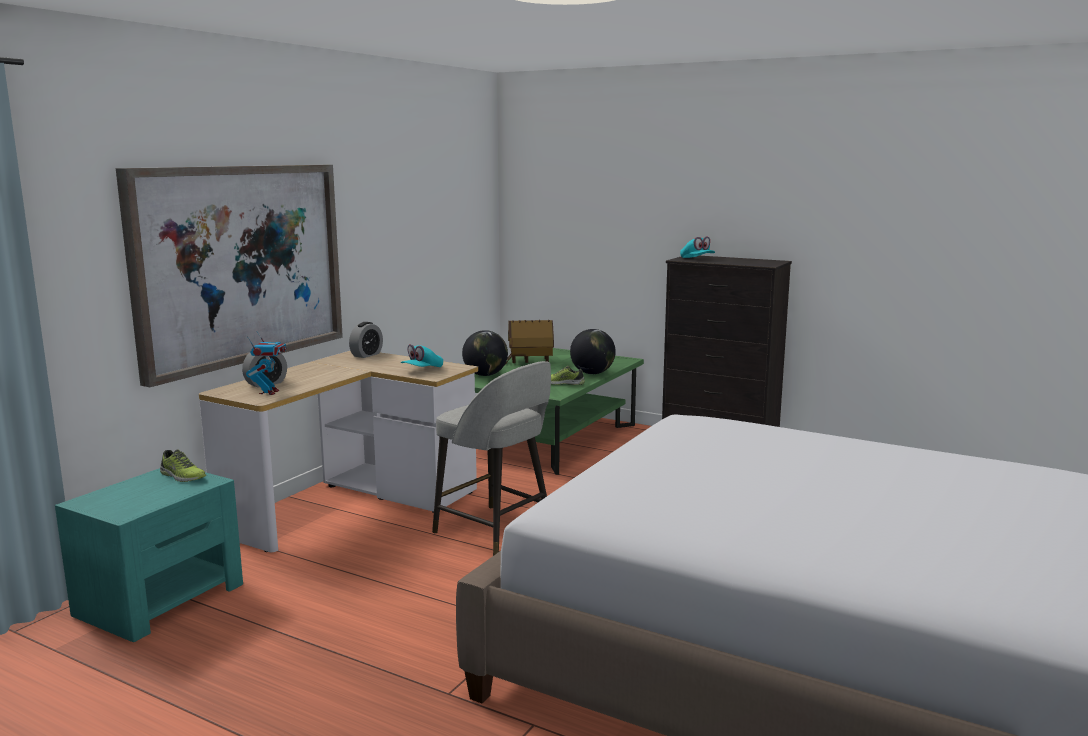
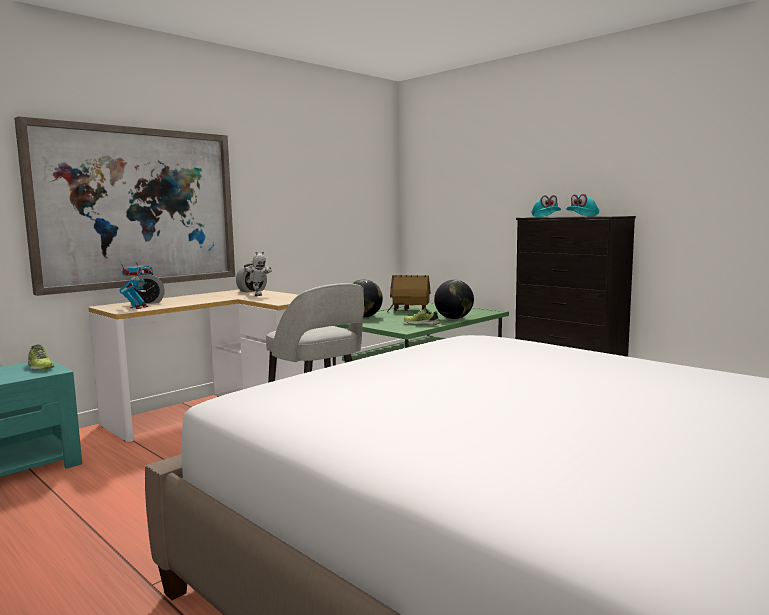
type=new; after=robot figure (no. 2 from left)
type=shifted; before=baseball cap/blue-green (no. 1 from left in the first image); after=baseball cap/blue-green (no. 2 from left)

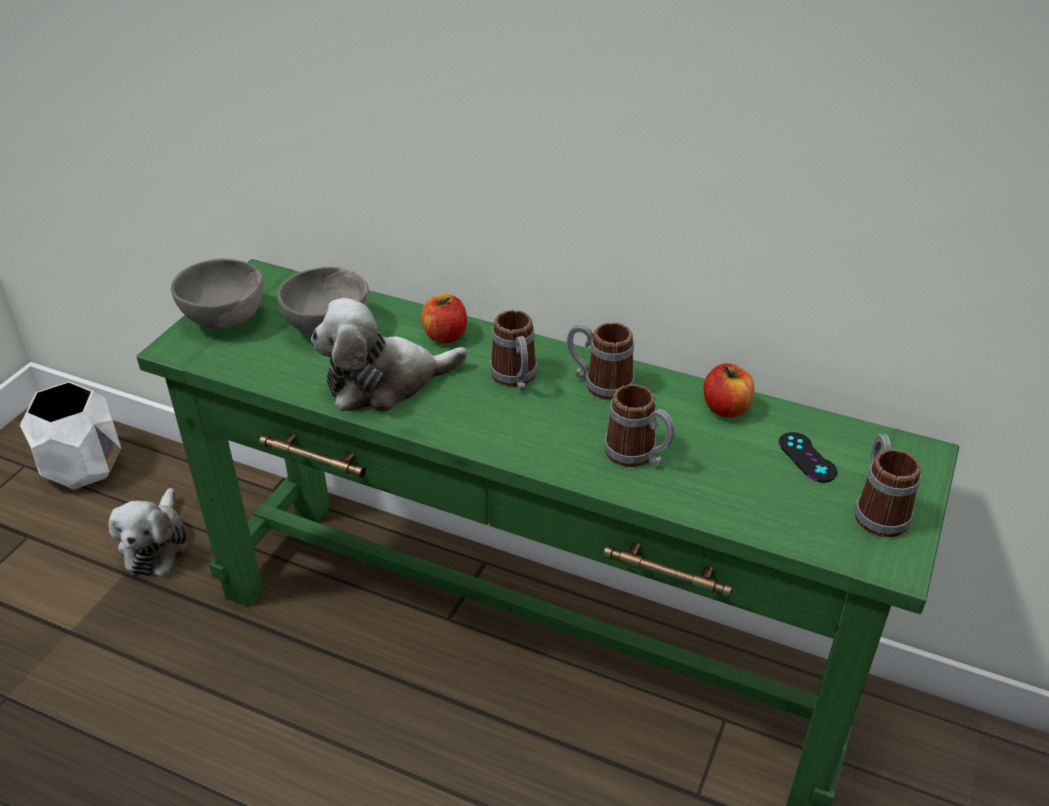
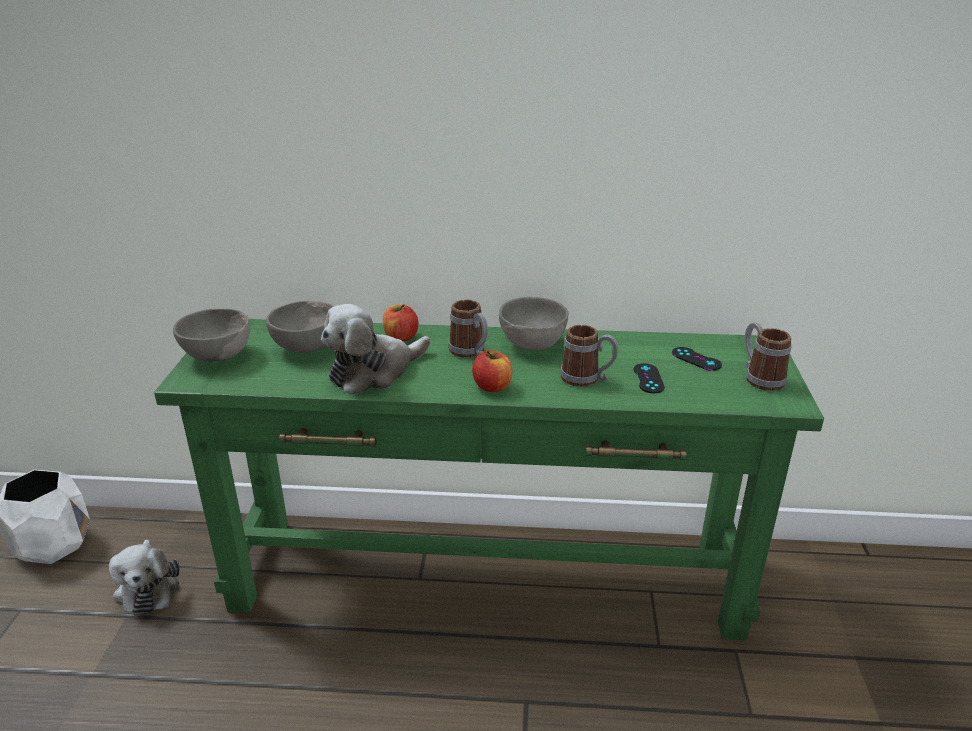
type=new; after=game controller/black (no. 1 from left)
type=shifted; before=whole apple (no. 2 from left)
type=swapped; before=coffee mug (no. 2 from left); after=deep dish/grey (no. 3 from left)

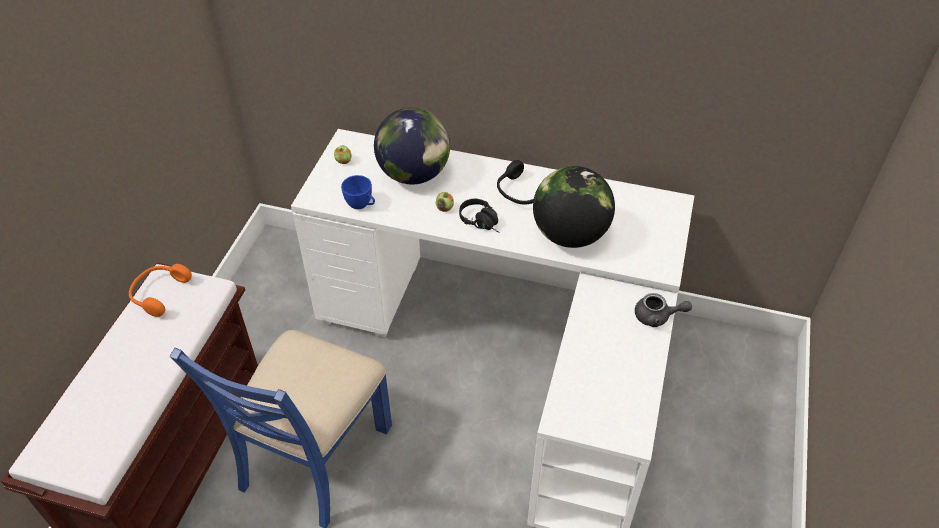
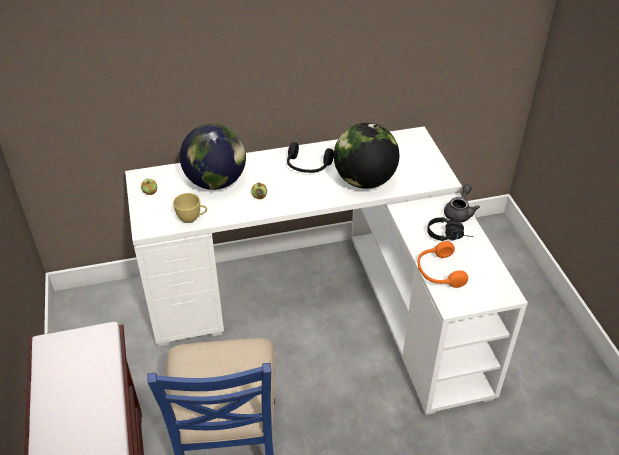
type=shifted; before=headset/orangey
type=shifted; before=headset/black (no. 1 from left in the first image); after=headset/black (no. 2 from left)
type=repainted; before=small cup/blue; after=small cup/yellow-coloured
type=rotated; before=pot for tea/grey; turn=-45

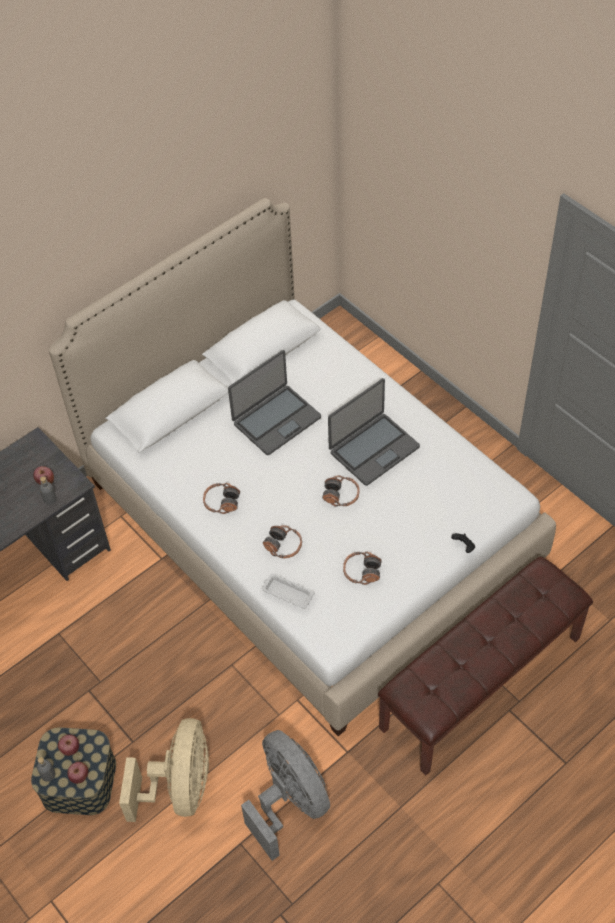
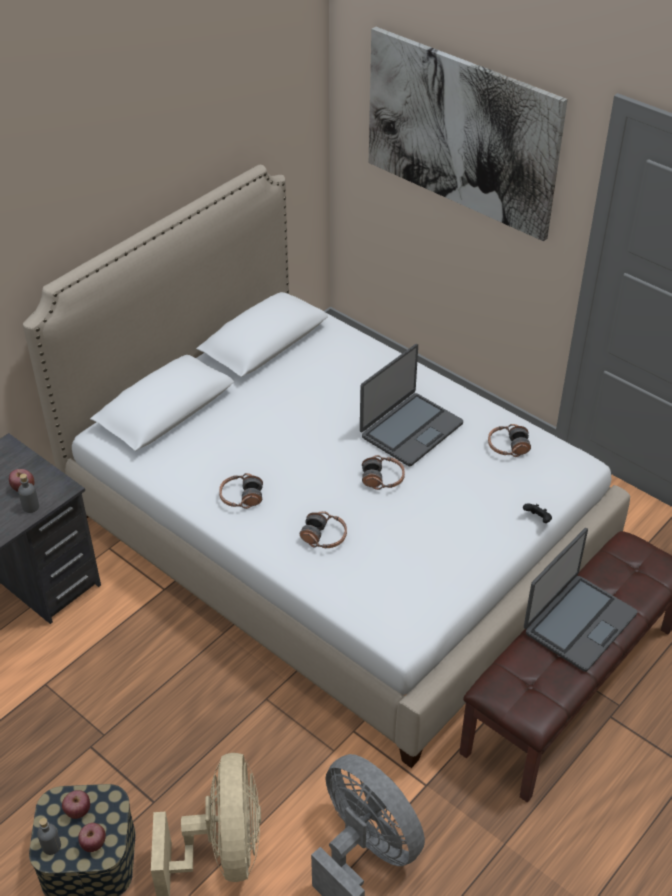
type=gone; before=carrying tray/whitish
type=new; after=picture
type=shifted; before=notebook computer (no. 1 from left in the first image); after=notebook computer (no. 2 from left)
type=shifted; before=headset (no. 4 from left)

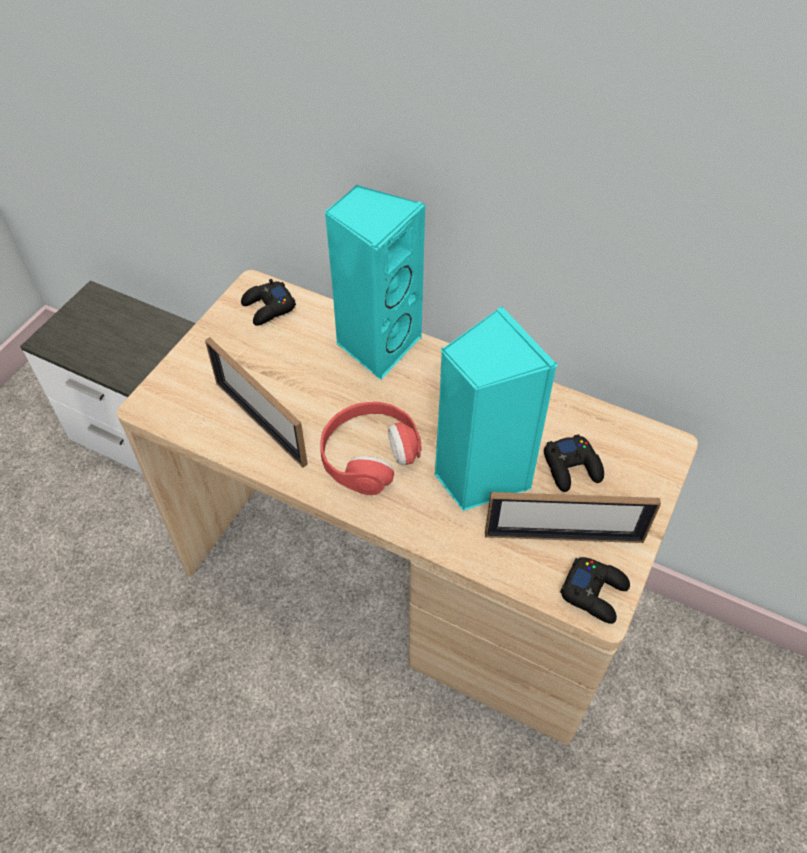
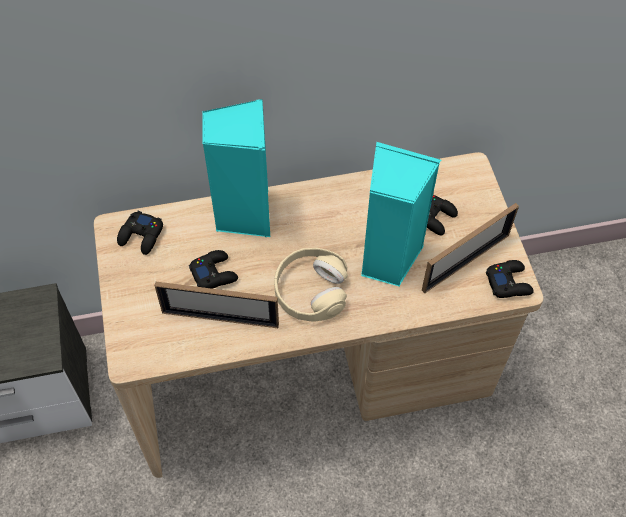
type=new; after=game controller/black (no. 2 from left)
type=repainted; before=headset/red; after=headset/sand-coloured

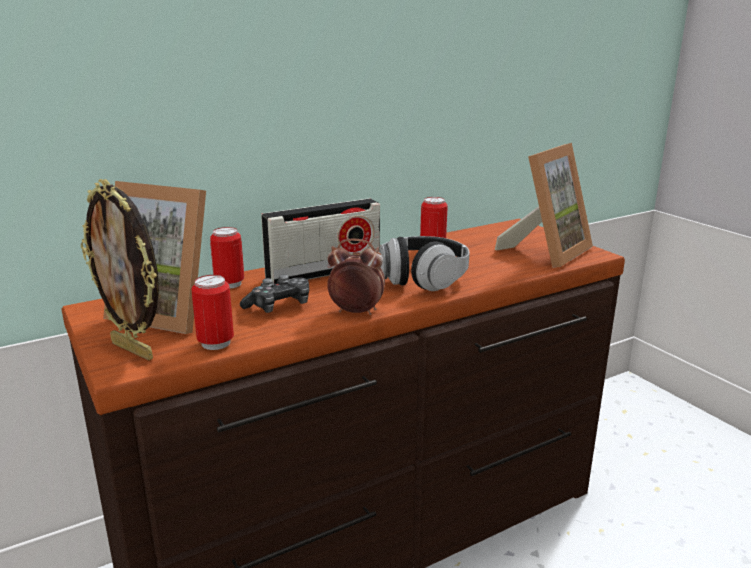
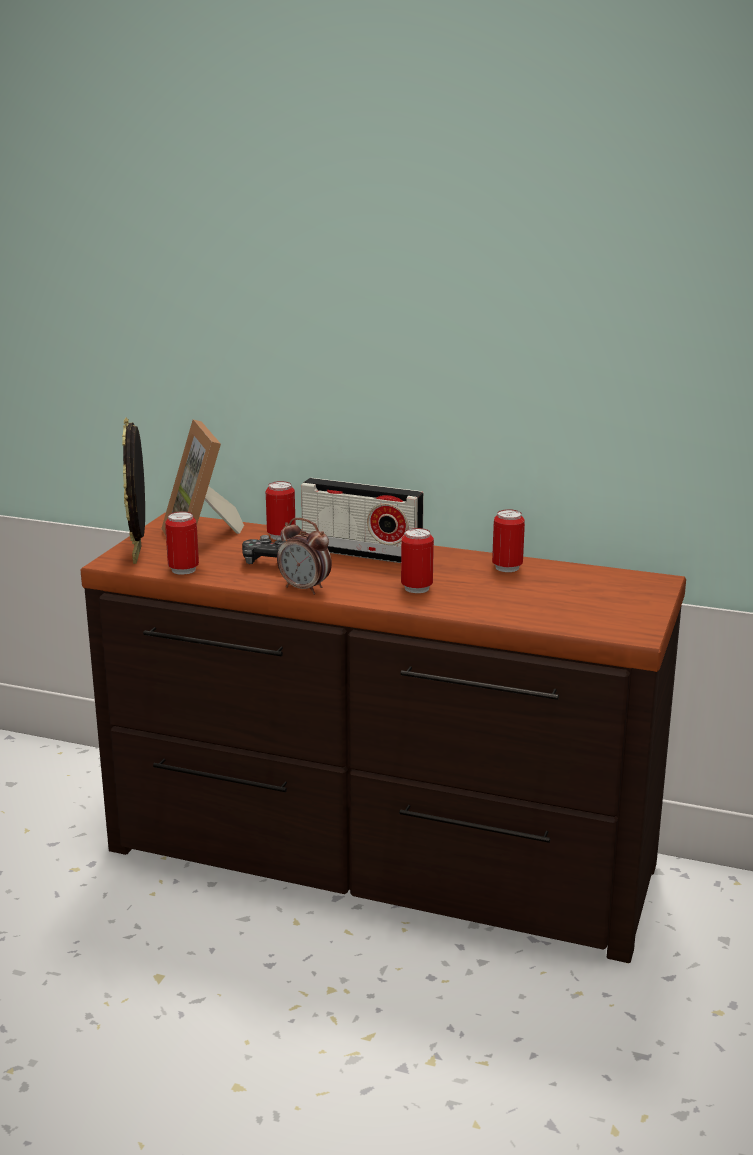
type=gone; before=photo frame (no. 3 from left)
type=swapped; before=headset; after=metal can (no. 3 from left)
type=rotated; before=alarm clock; turn=150

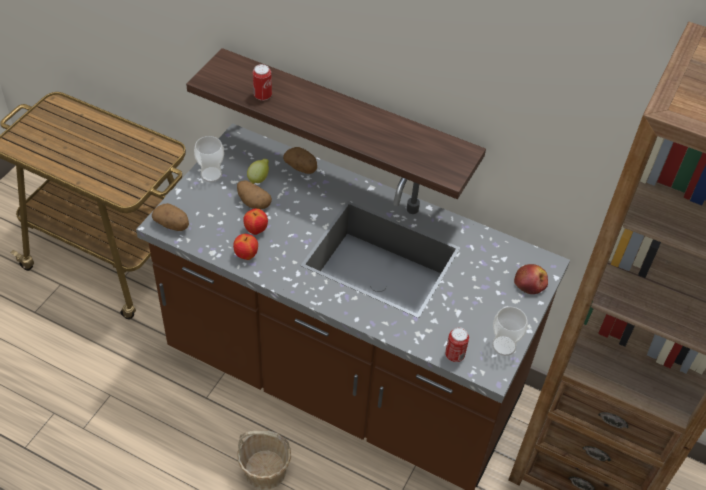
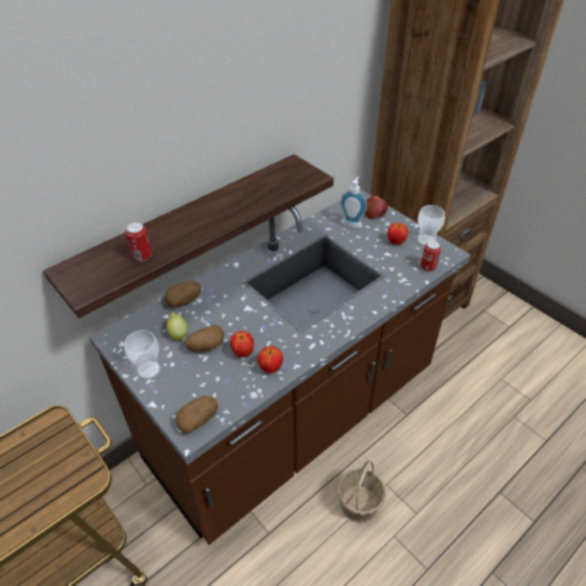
type=new; after=liquid soap bottle
type=new; after=whole apple (no. 4 from left)

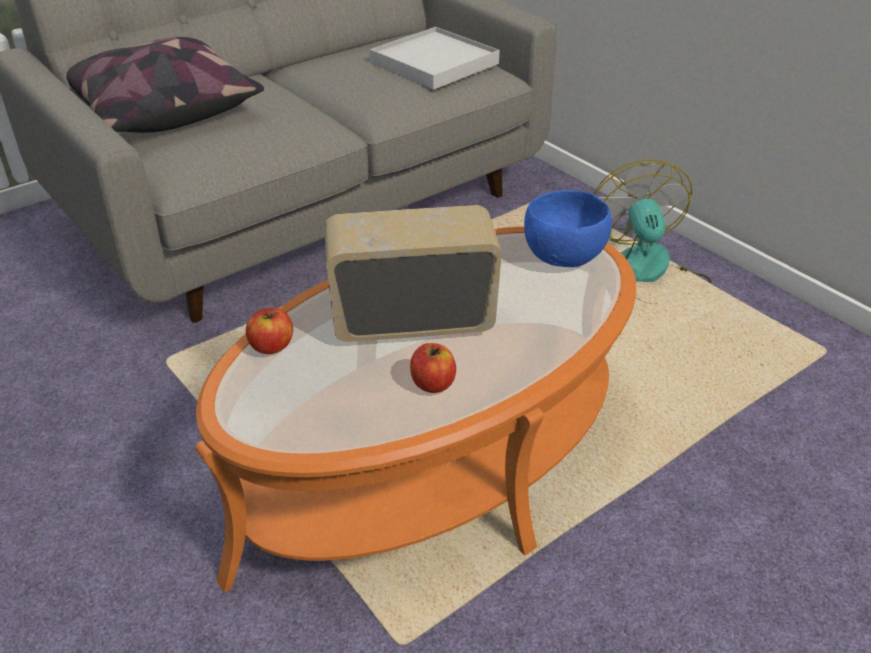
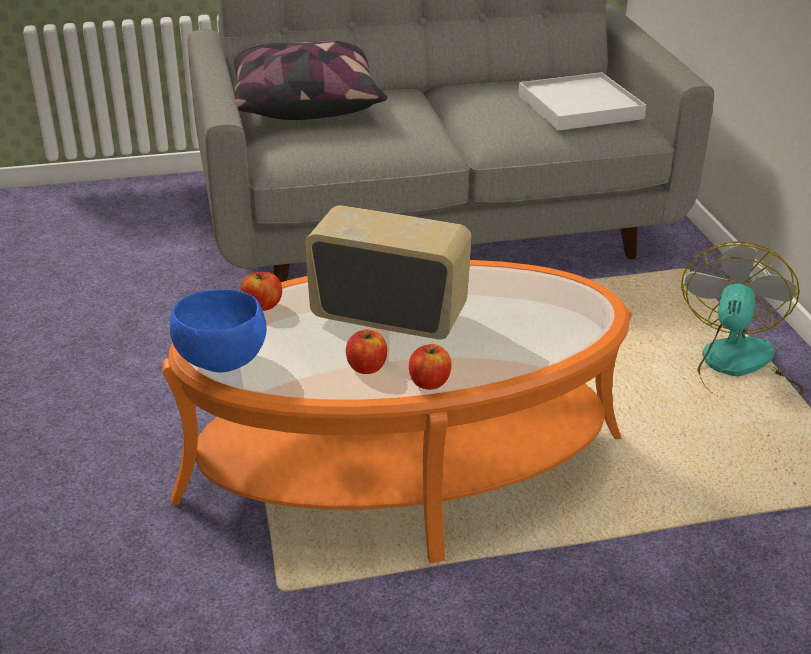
type=new; after=whole apple (no. 3 from left)
type=shifted; before=deep dish/blue

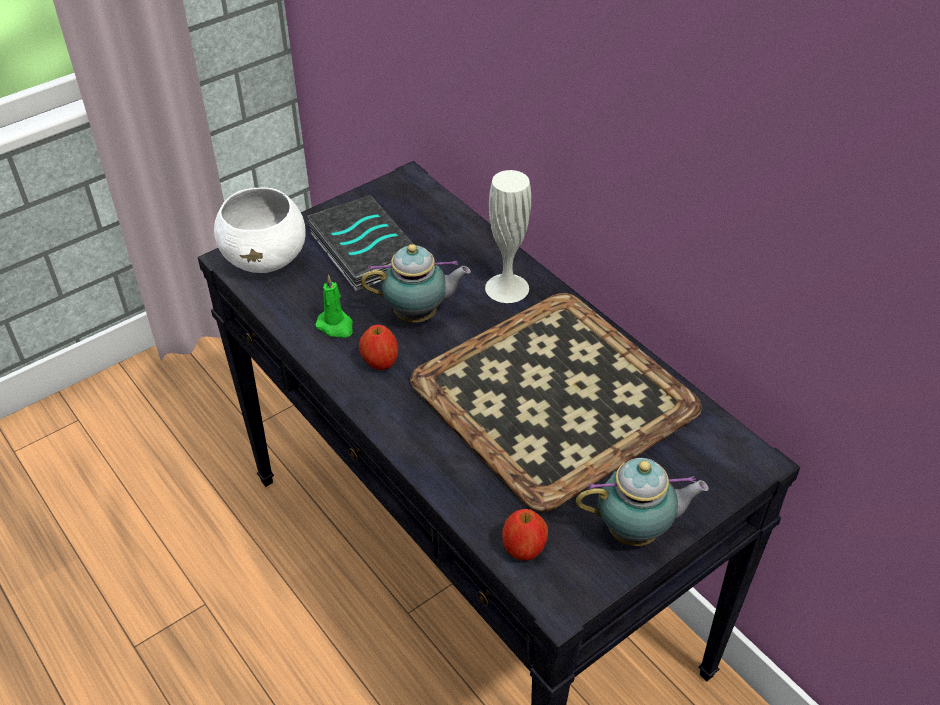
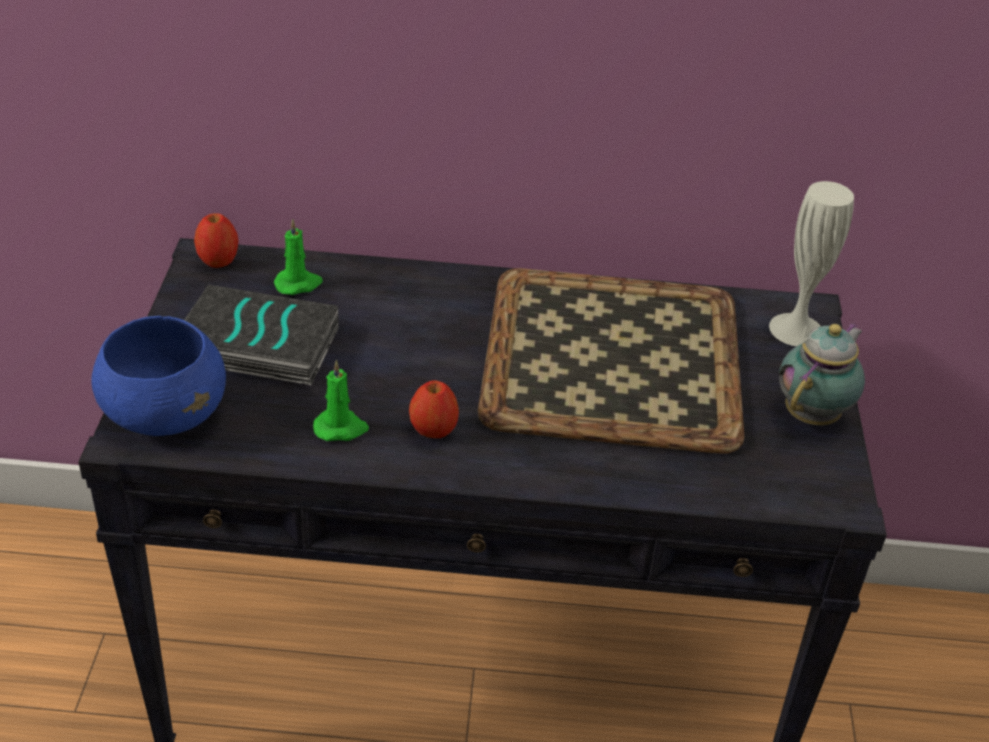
type=gone; before=pot for tea (no. 1 from left)
type=new; after=candle/green-coloured (no. 1 from left)
type=shifted; before=decorative vase/whitish
type=shifted; before=whole apple (no. 2 from left in the first image); after=whole apple (no. 1 from left)
type=repainted; before=deep dish/whitish; after=deep dish/blue

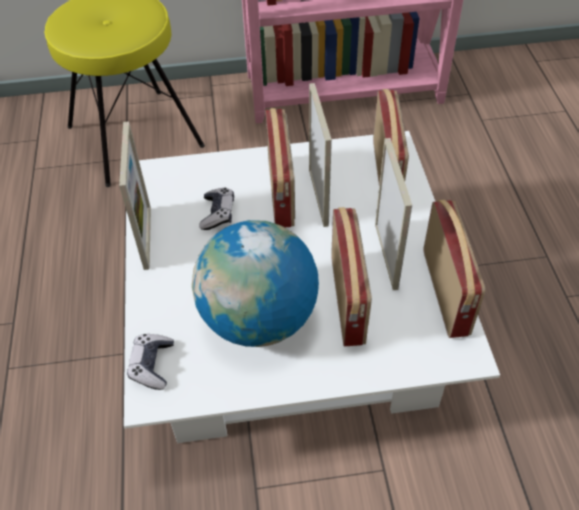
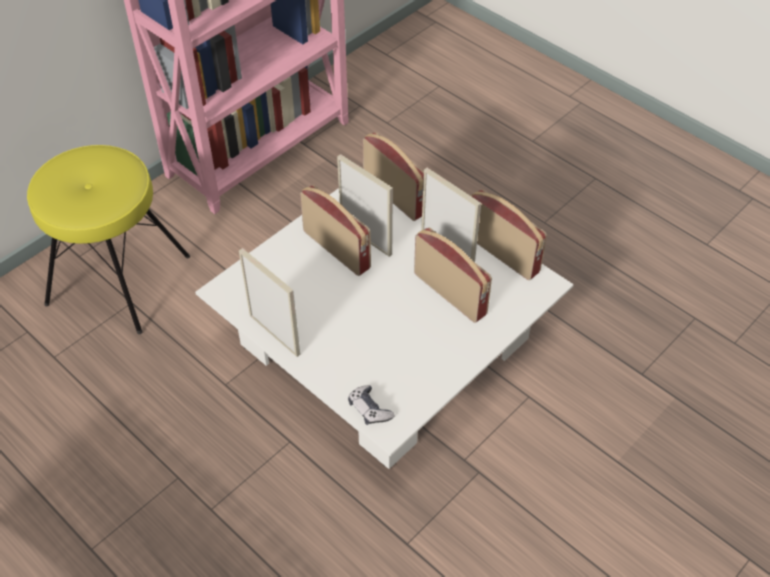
type=gone; before=desk globe
type=gone; before=game controller (no. 2 from left)

